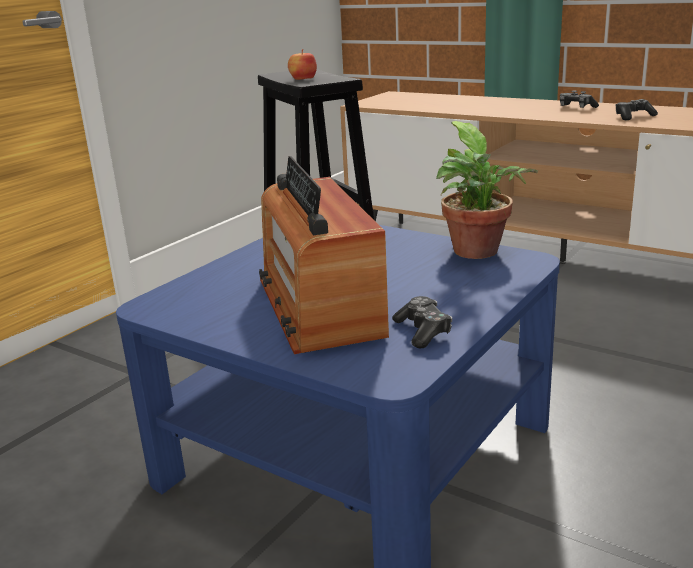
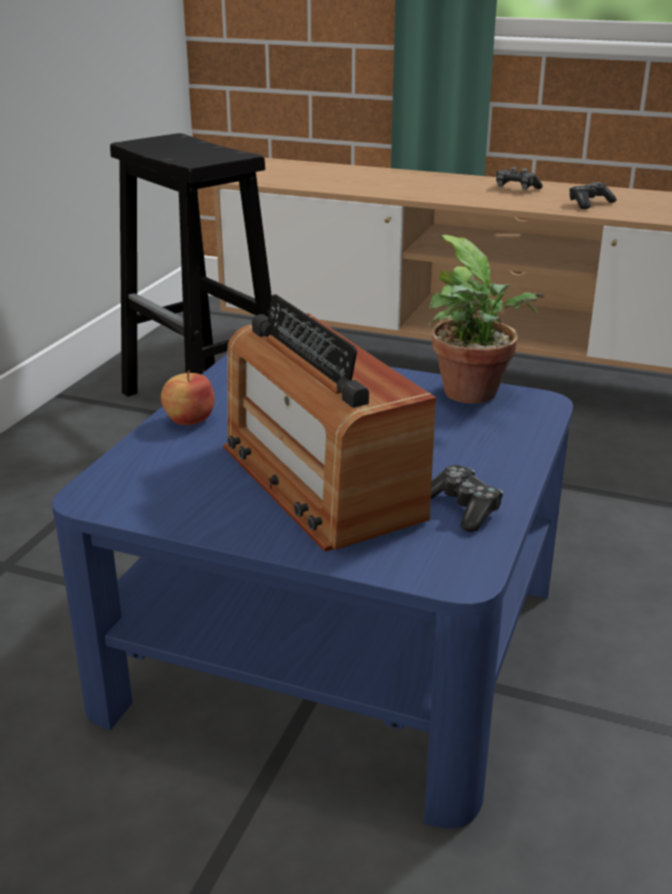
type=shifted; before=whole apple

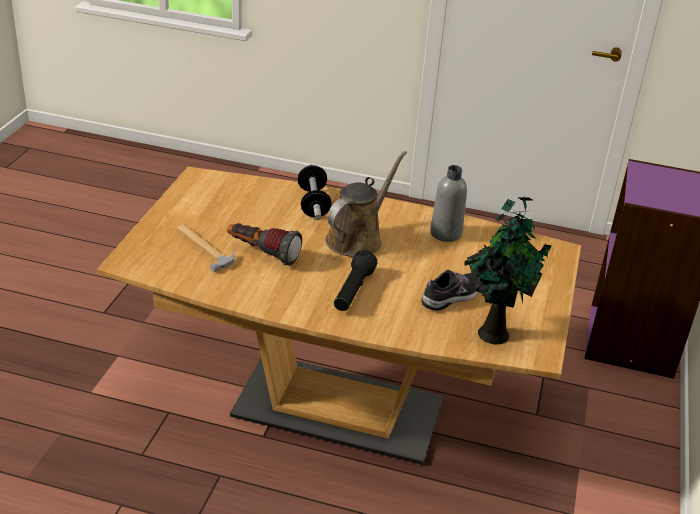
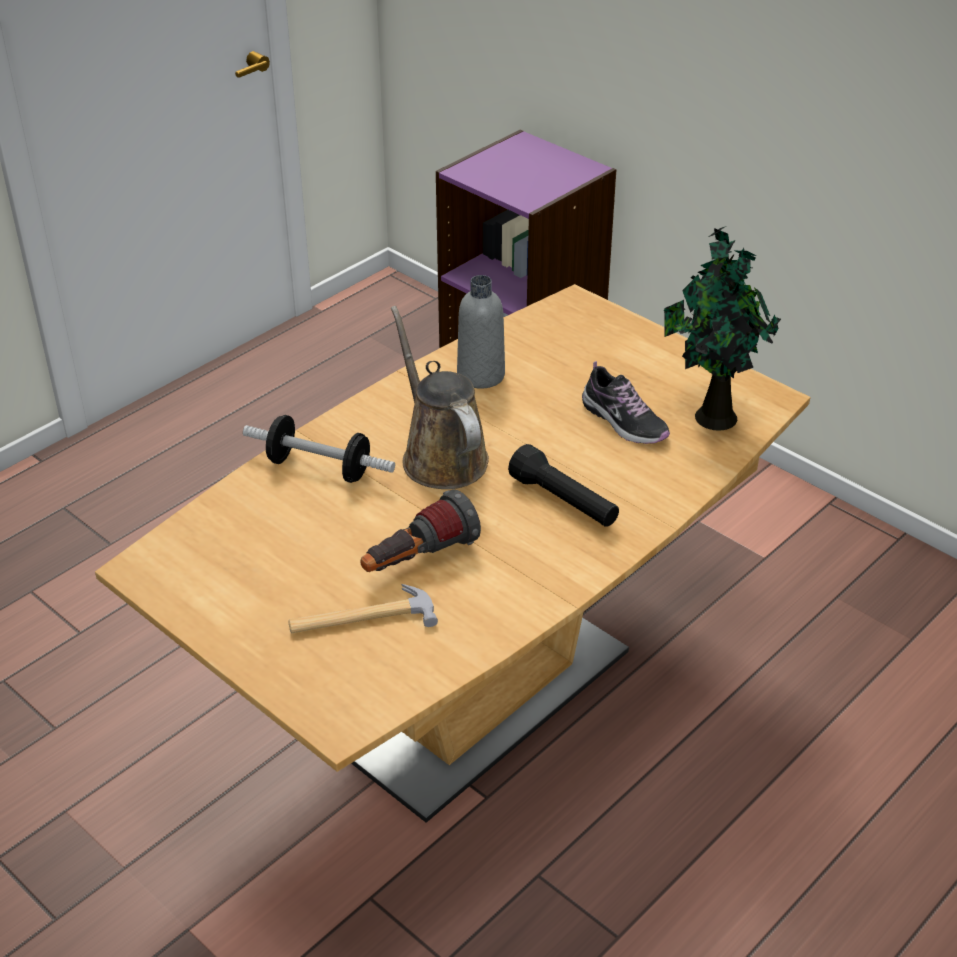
type=rotated; before=shoe; turn=150

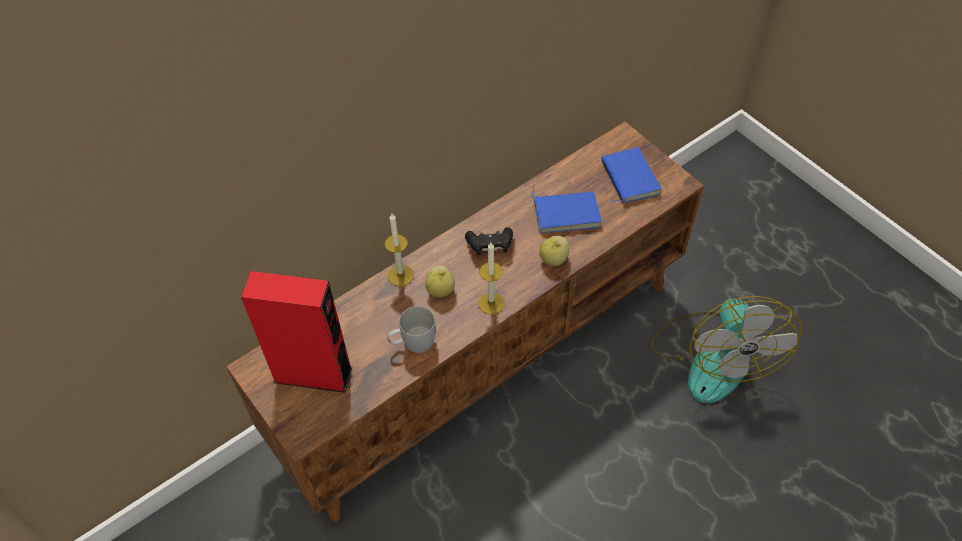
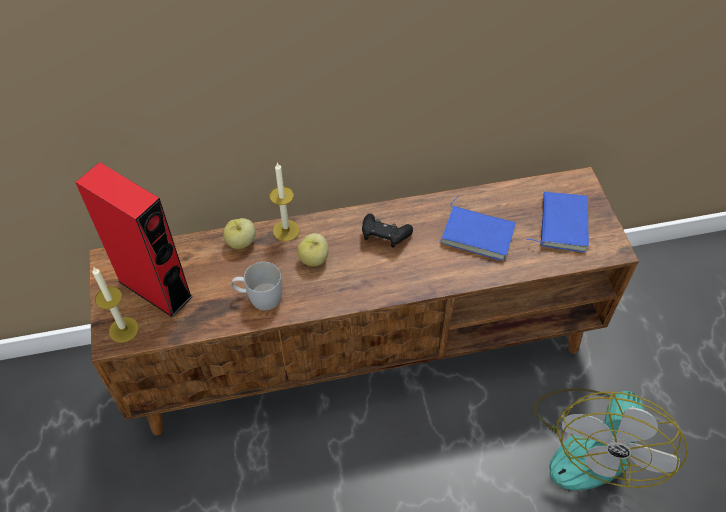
type=shifted; before=candle (no. 2 from left in the first image); after=candle (no. 1 from left)
type=shifted; before=whole apple (no. 2 from left in the first image); after=whole apple (no. 1 from left)

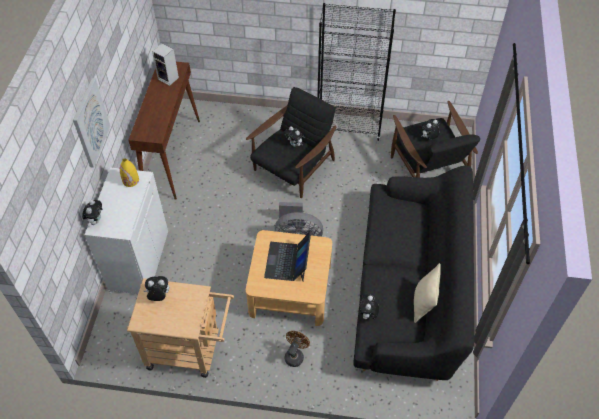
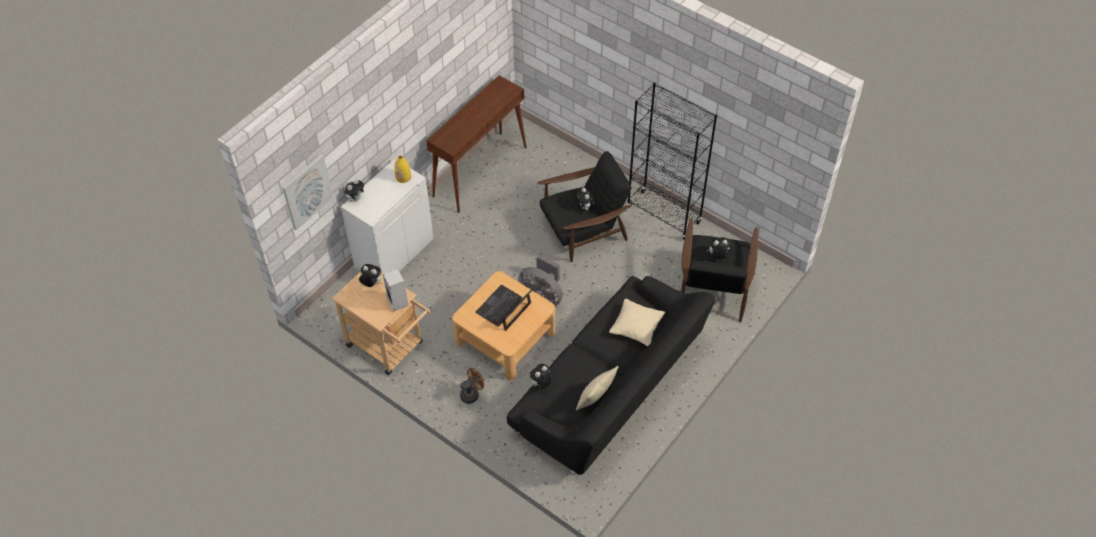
type=new; after=throw pillow/sand-coloured (no. 2 from left)
type=shifted; before=picture
type=shifted; before=loudspeaker

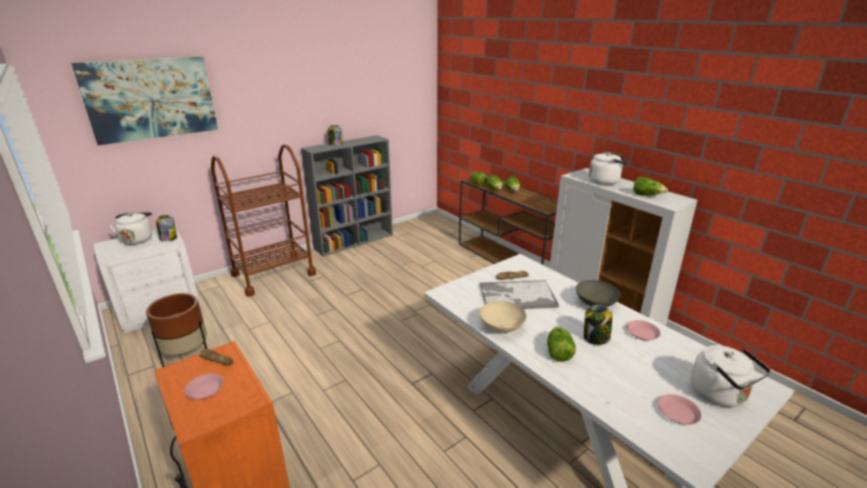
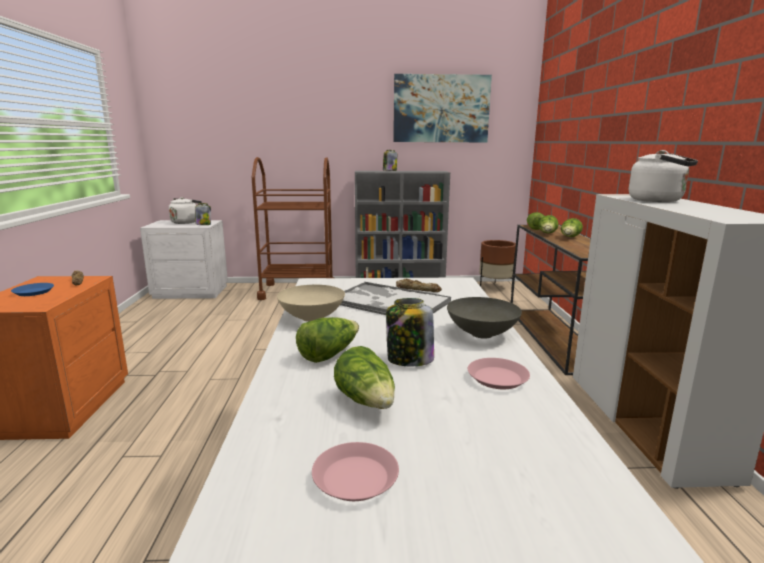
type=gone; before=kettle/whitish (no. 3 from left)
type=shifted; before=picture
type=shifted; before=flower pot/brown-coloured
type=shifted; before=lettuce head (no. 5 from left in the first image); after=lettuce head (no. 2 from left)
type=repainted; before=flat dish/pinkish (no. 1 from left); after=flat dish/blue

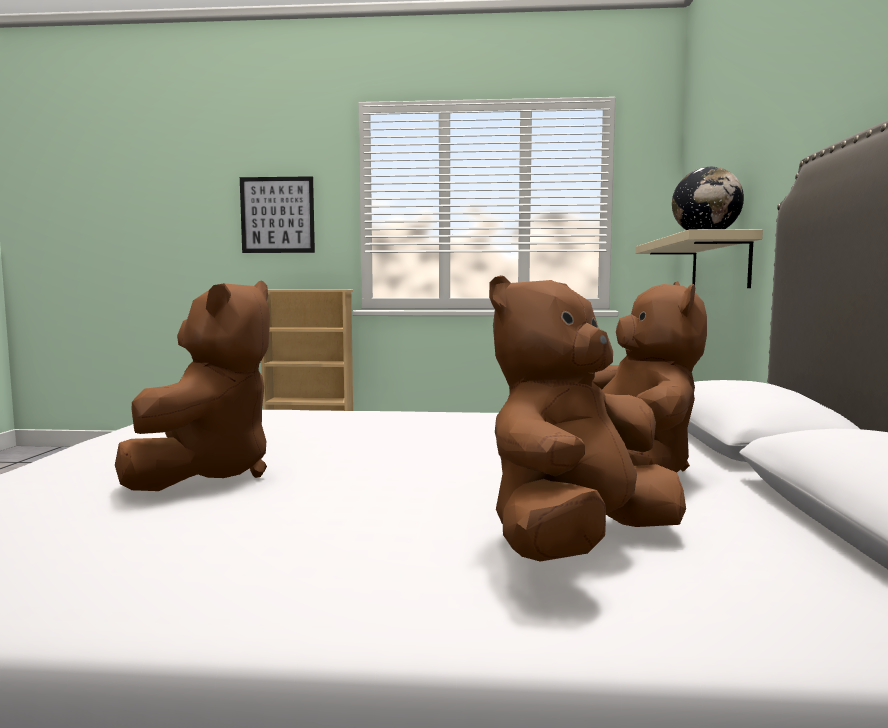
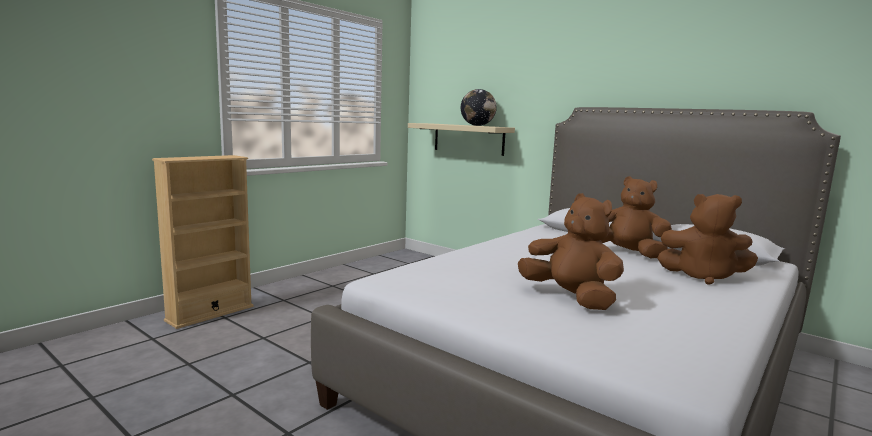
type=gone; before=picture
type=rotated; before=plush toy/brown-coloured (no. 2 from left in the first image); turn=-60

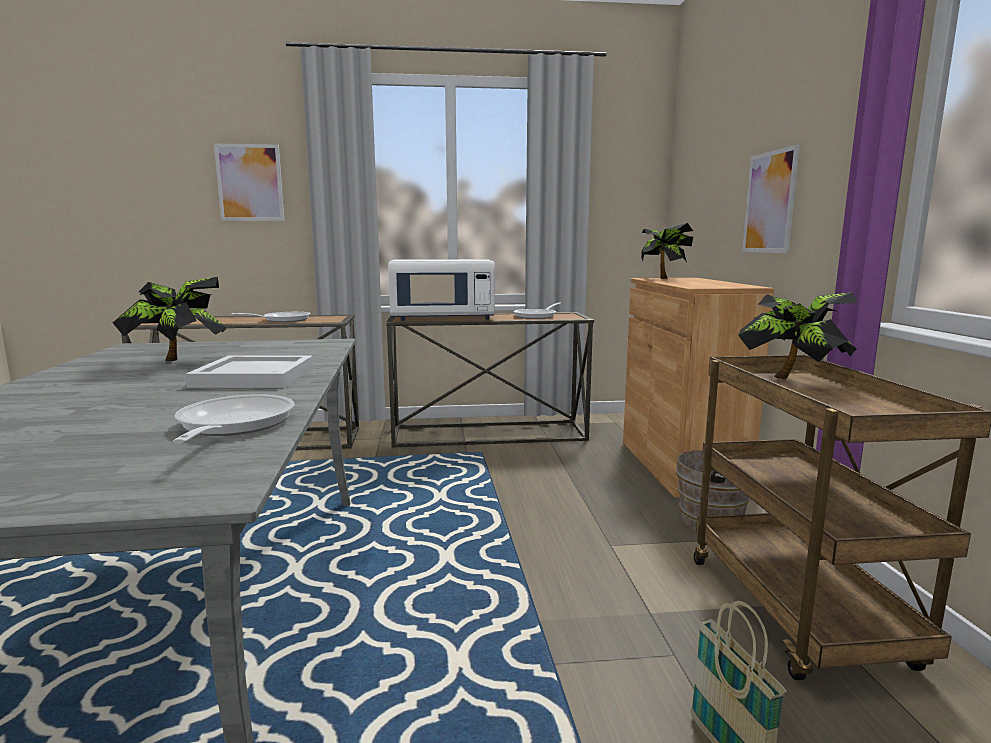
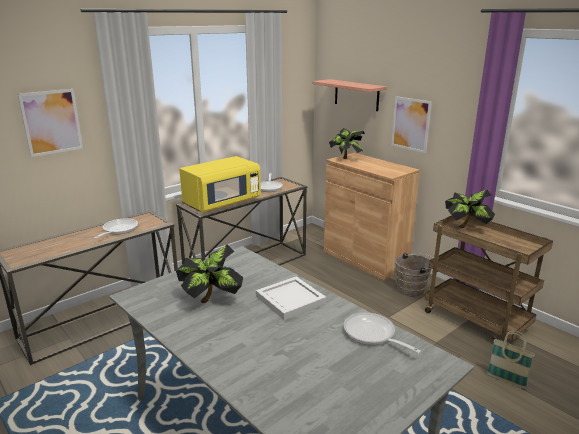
type=new; after=wall shelf
type=repainted; before=microwave/whitish; after=microwave/yellow-coloured

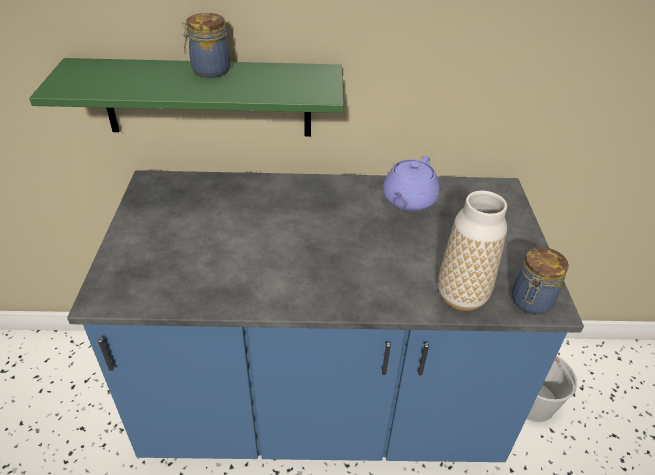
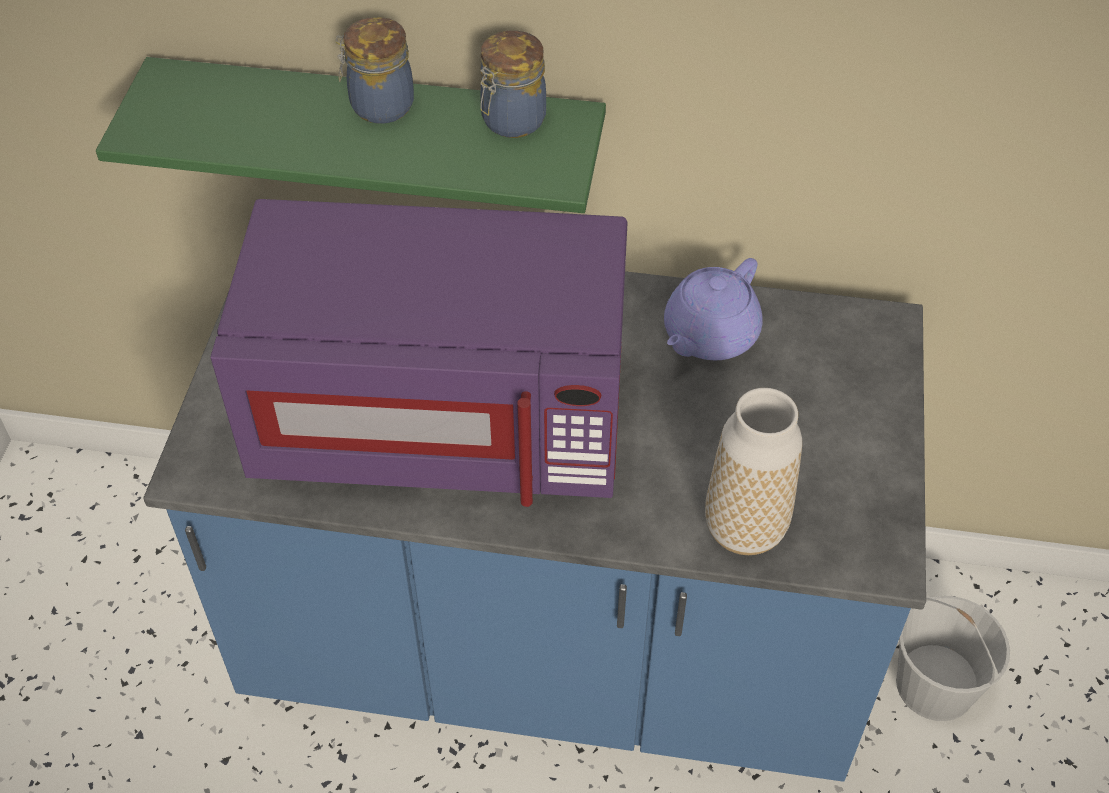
type=new; after=microwave/purple
type=shifted; before=preserve jar (no. 2 from left)

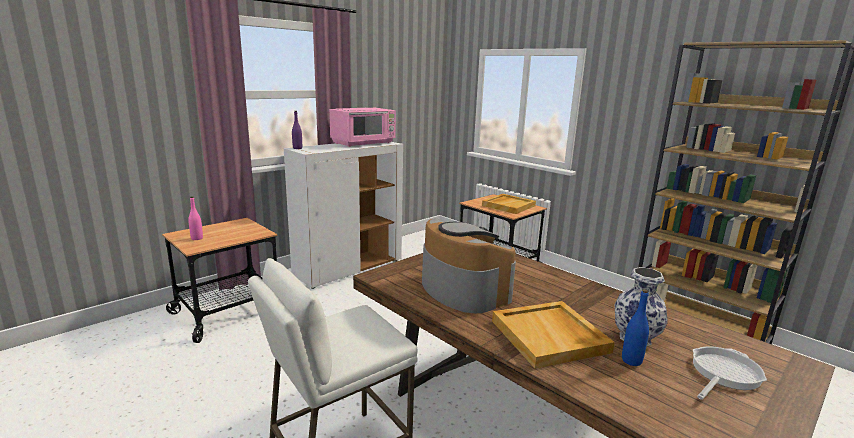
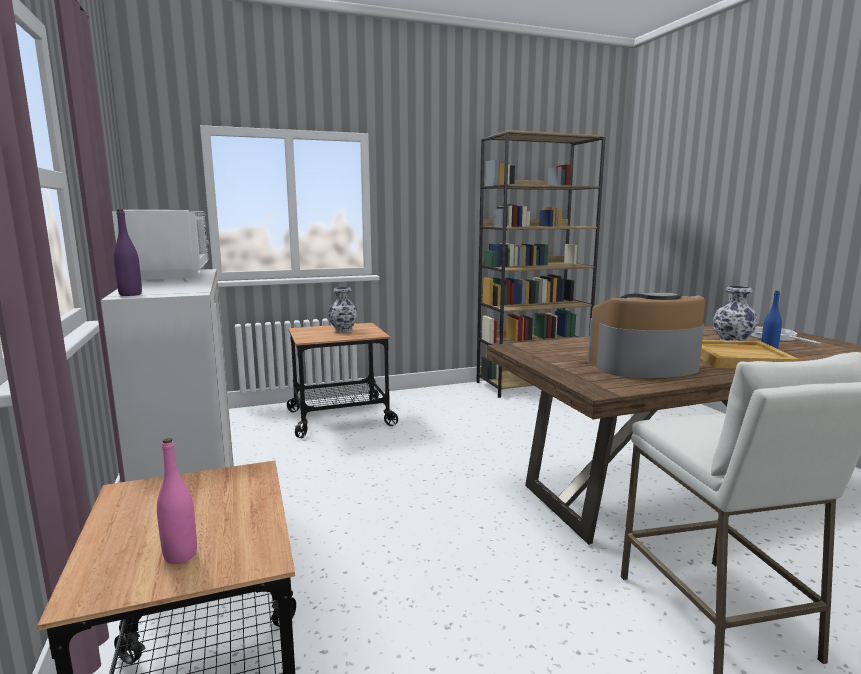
type=swapped; before=carrying tray/sand-coloured (no. 1 from left); after=decorative vase (no. 1 from left)
type=repainted; before=microwave/pinkish; after=microwave/whitish

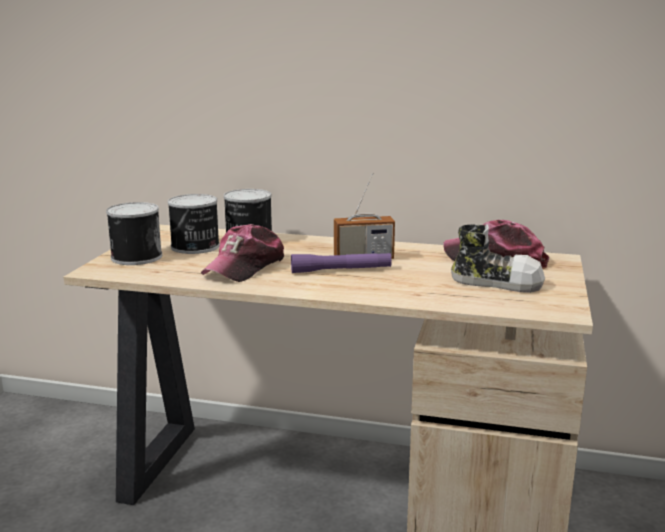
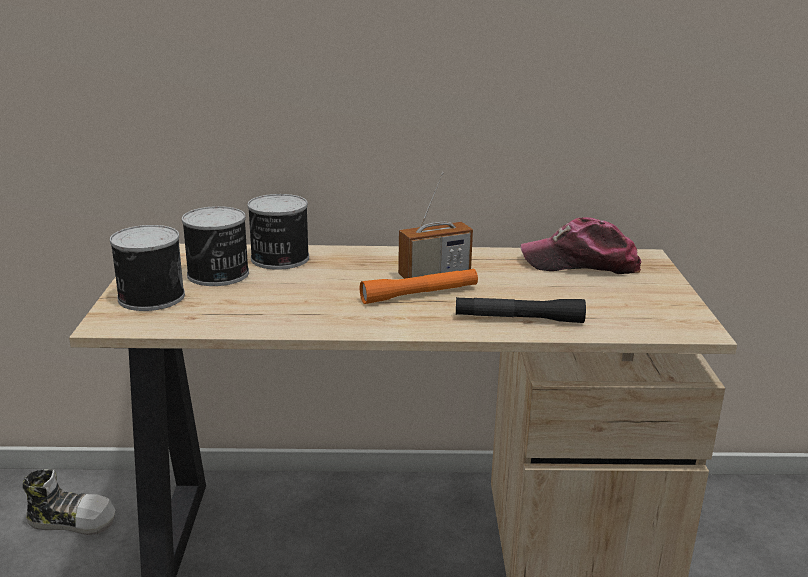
type=gone; before=baseball cap (no. 1 from left)
type=new; after=hand torch/black
type=shifted; before=shoe
type=repainted; before=hand torch/purple; after=hand torch/orangey

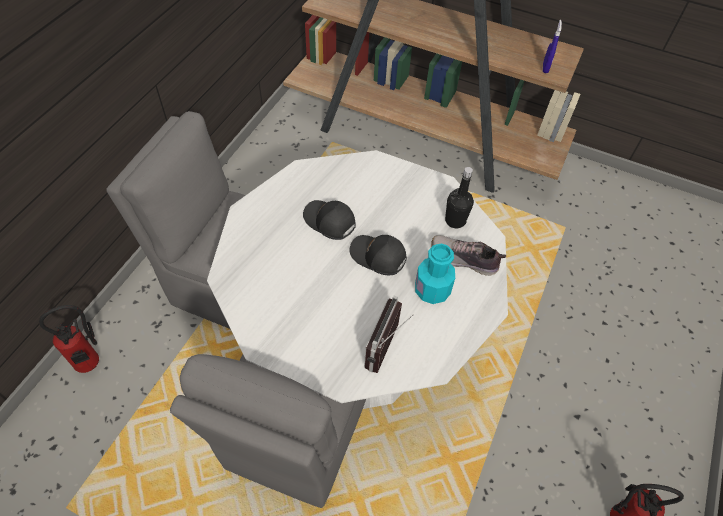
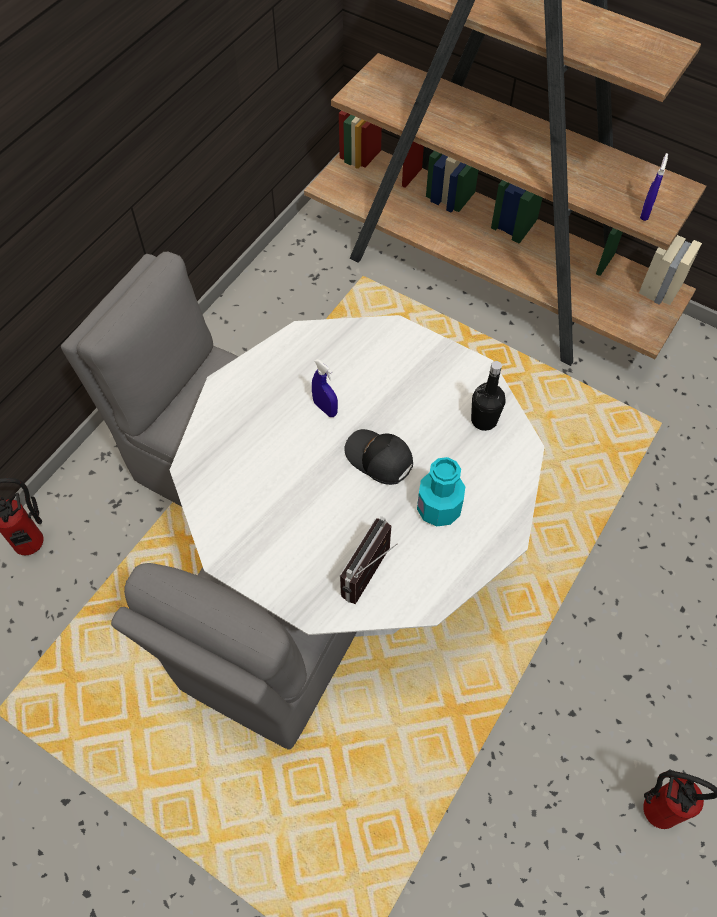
type=gone; before=shoe
type=swapped; before=baseball cap/black (no. 1 from left); after=sprayer/blue (no. 1 from left)

